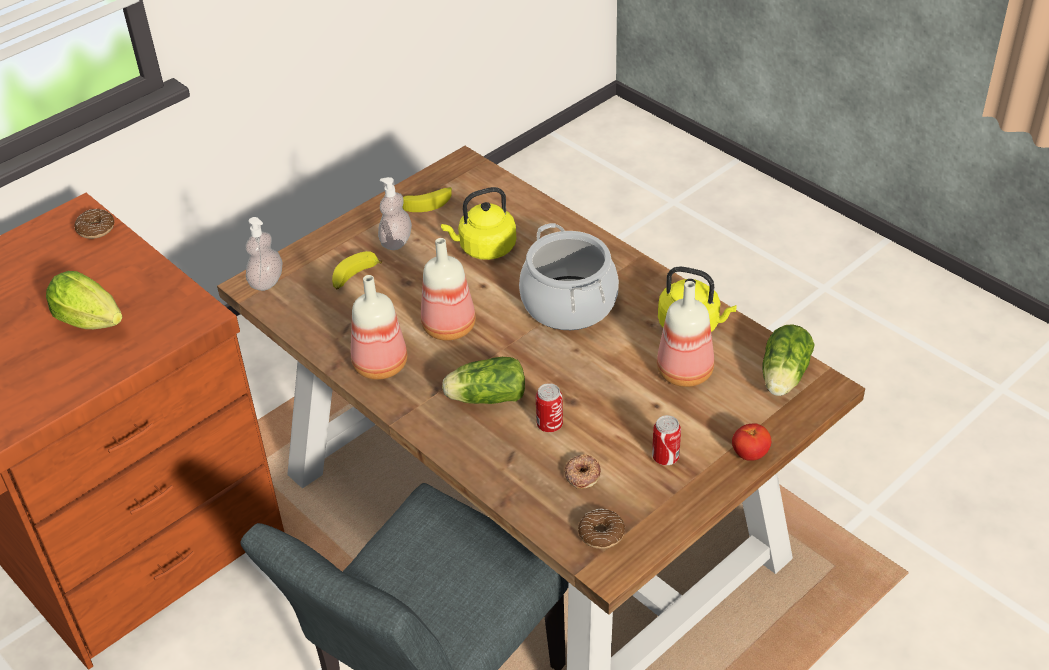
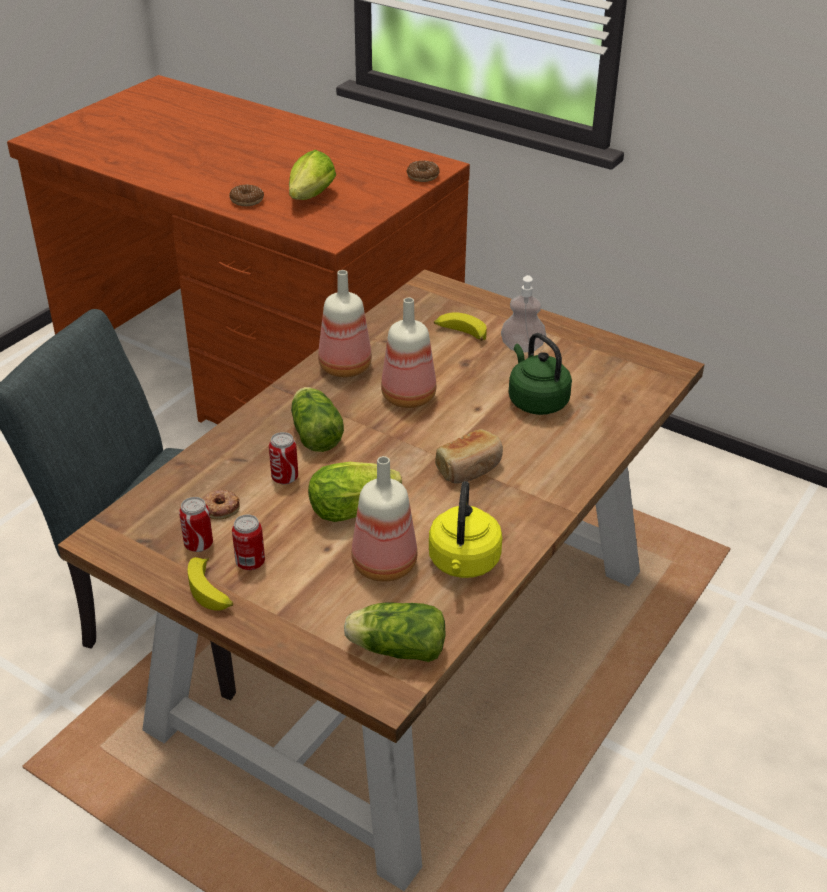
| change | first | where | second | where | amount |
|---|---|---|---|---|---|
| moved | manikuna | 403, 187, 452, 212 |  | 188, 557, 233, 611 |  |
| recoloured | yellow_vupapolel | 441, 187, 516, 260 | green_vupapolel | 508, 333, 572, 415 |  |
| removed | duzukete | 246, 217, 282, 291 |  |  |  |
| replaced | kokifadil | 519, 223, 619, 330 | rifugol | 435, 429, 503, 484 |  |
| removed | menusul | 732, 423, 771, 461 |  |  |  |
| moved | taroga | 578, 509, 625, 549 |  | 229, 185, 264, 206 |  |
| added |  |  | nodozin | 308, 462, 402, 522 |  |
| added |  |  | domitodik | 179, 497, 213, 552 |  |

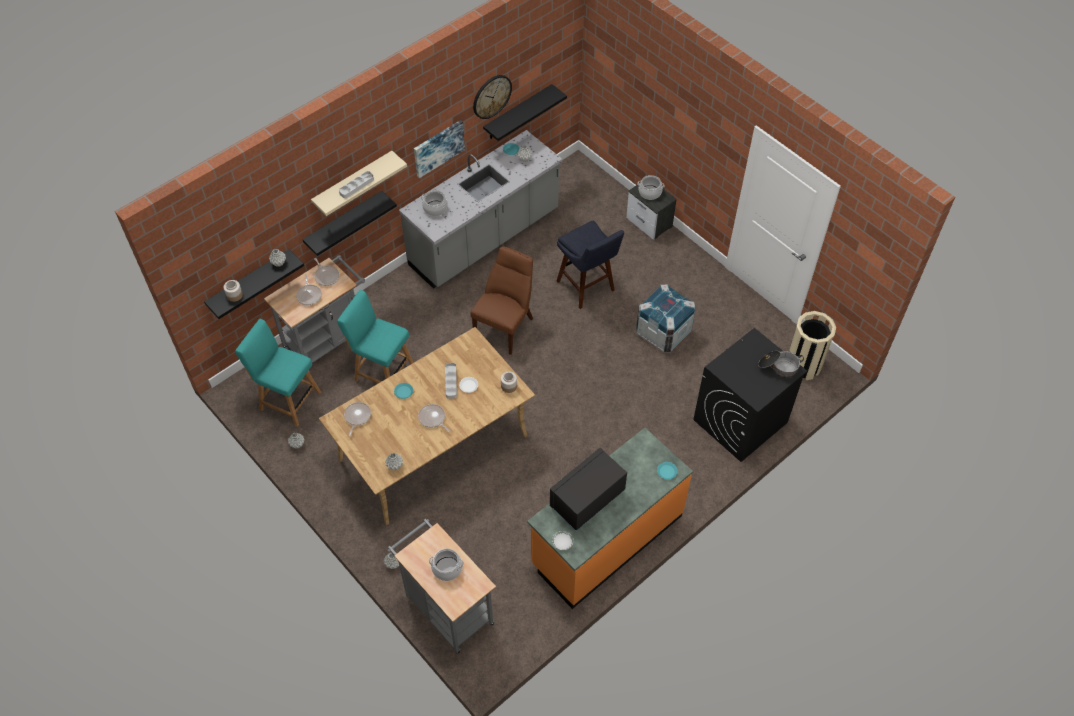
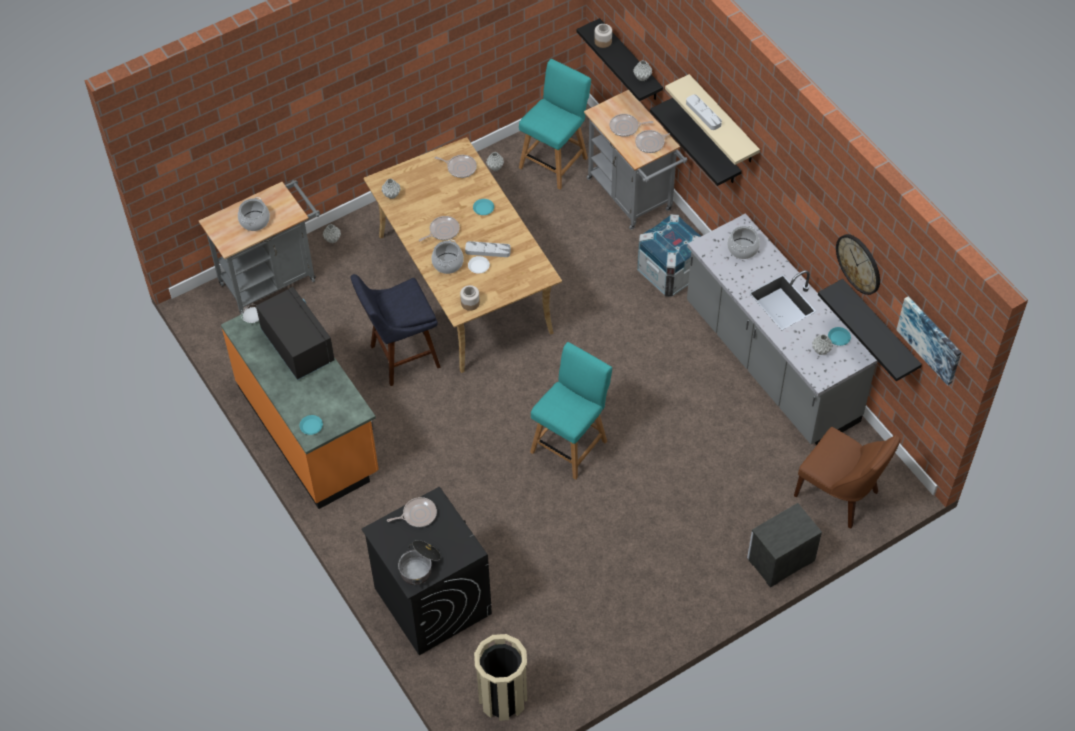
| change | first | where | second | where | amount |
|---|---|---|---|---|---|
| moved | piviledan | 414, 120, 465, 178 |  | 897, 296, 961, 386 |  |
| moved | kokifadil | 638, 175, 664, 200 |  | 431, 240, 464, 274 |  |
| moved | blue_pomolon | 557, 220, 624, 309 |  | 351, 274, 441, 386 |  |
| moved | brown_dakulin | 470, 246, 533, 355 |  | 794, 427, 900, 528 |  |
| moved | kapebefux | 636, 284, 696, 353 |  | 637, 214, 701, 297 |  |
| moved | turquoise_dakulin | 337, 290, 414, 383 |  | 530, 342, 612, 480 |  |
| added |  |  | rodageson | 387, 497, 437, 527 |  |

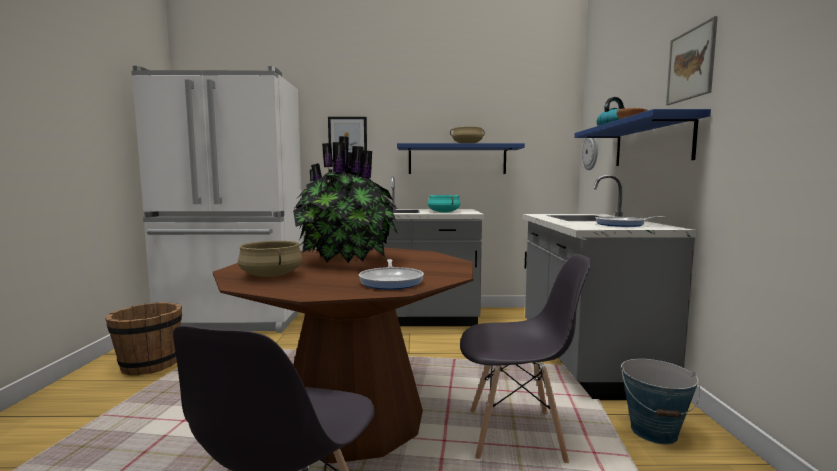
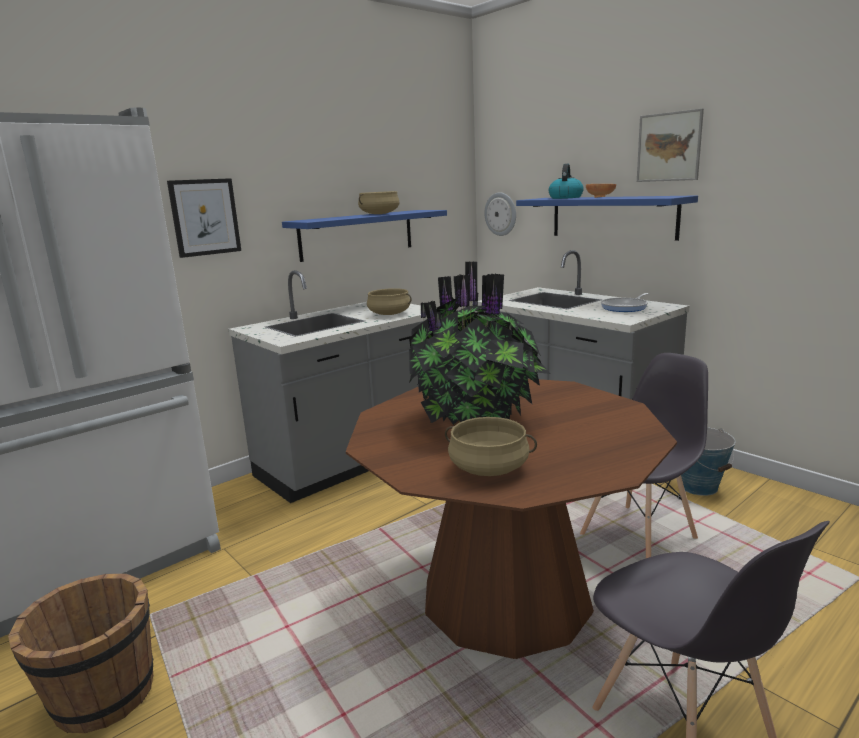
| change | first | where | second | where | amount |
|---|---|---|---|---|---|
| recoloured | turquoise_kokifadil | 428, 195, 460, 212 | beige_kokifadil | 367, 288, 412, 315 |  |
| removed | rodageson | 359, 259, 424, 290 |  |  |  |

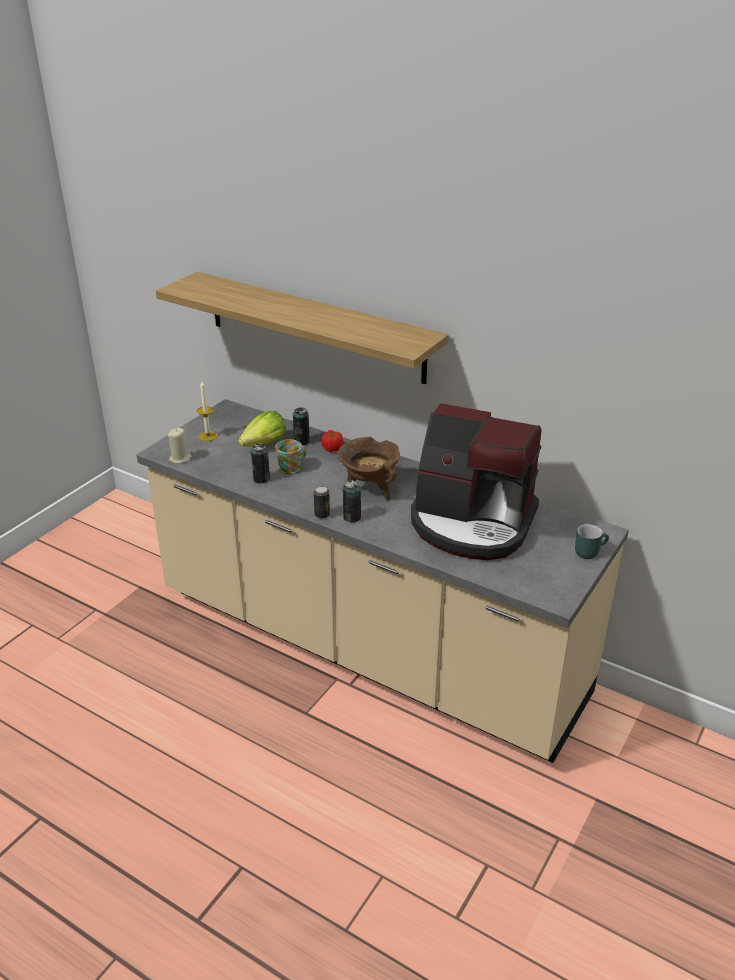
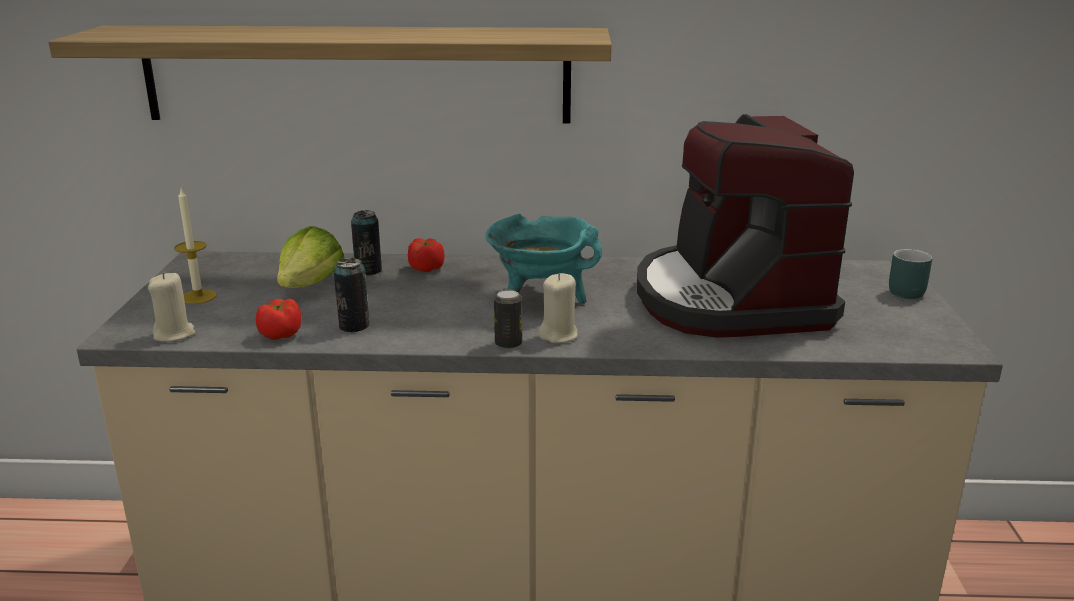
| change | first | where | second | where | amount |
|---|---|---|---|---|---|
| turned | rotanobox | 411, 403, 541, 560 |  | 637, 114, 854, 338 | 90 degrees clockwise |
| recoloured | brown_kokifadil | 337, 437, 400, 501 | turquoise_kokifadil | 486, 214, 602, 304 |  |
| removed | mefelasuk | 275, 439, 307, 474 |  |  |  |
| replaced | domitodik | 343, 480, 361, 522 | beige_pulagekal | 538, 273, 578, 343 |  |
| added |  |  | menusul | 256, 299, 302, 340 |  |

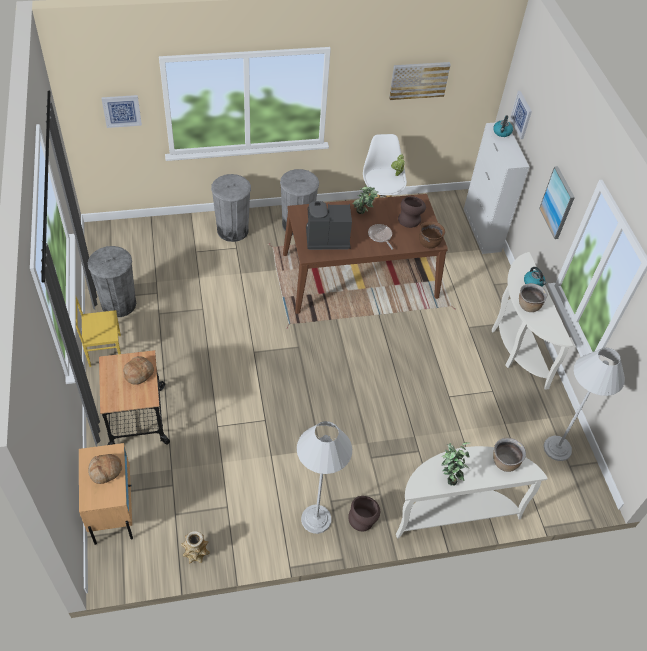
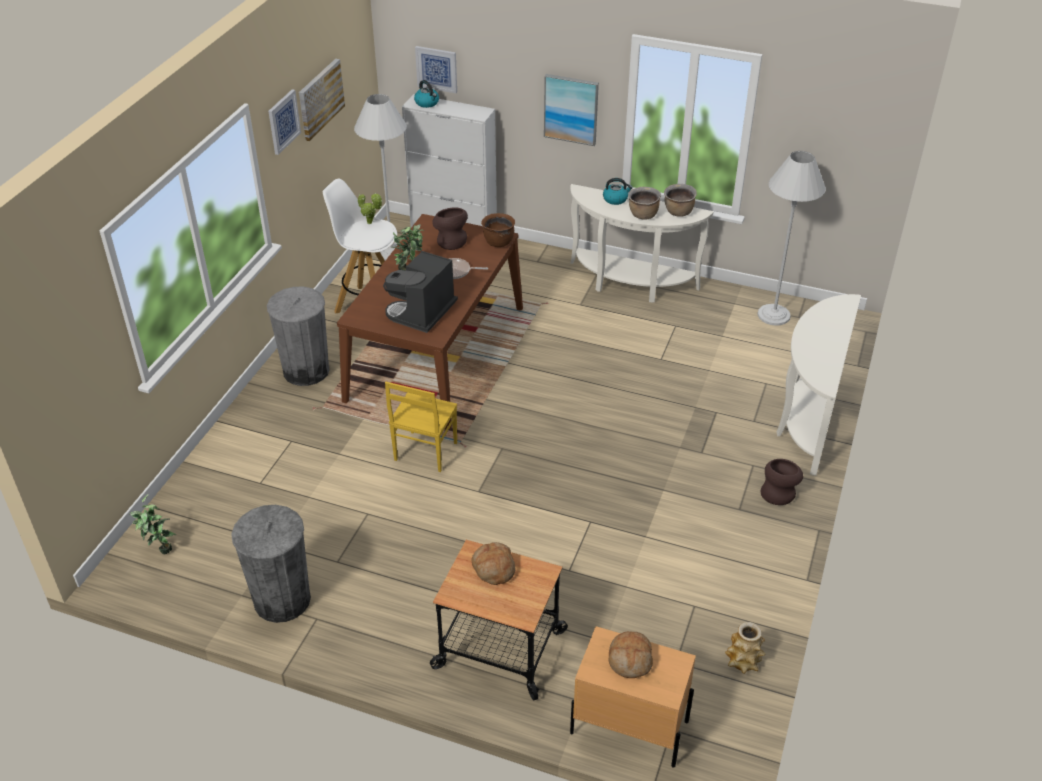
| change | first | where | second | where | amount |
|---|---|---|---|---|---|
| moved | piviledan | 101, 95, 142, 128 |  | 268, 89, 301, 155 |  |
| removed | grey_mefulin | 211, 174, 251, 242 |  |  |  |
| moved | yellow_dakulin | 76, 297, 121, 367 |  | 385, 382, 457, 472 |  |
| moved | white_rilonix | 297, 421, 352, 534 |  | 354, 94, 407, 261 |  |
| moved | brown_kokifadil | 493, 438, 526, 472 |  | 664, 184, 697, 217 |  |
| moved | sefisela | 442, 442, 471, 486 |  | 129, 493, 176, 555 |  |

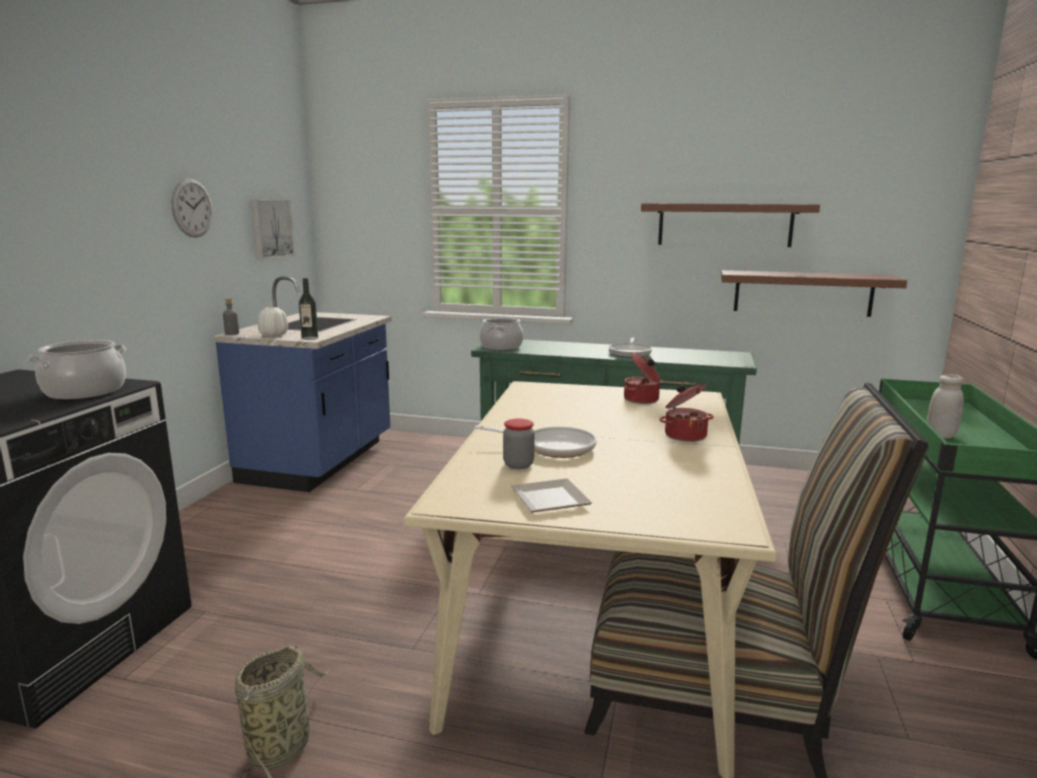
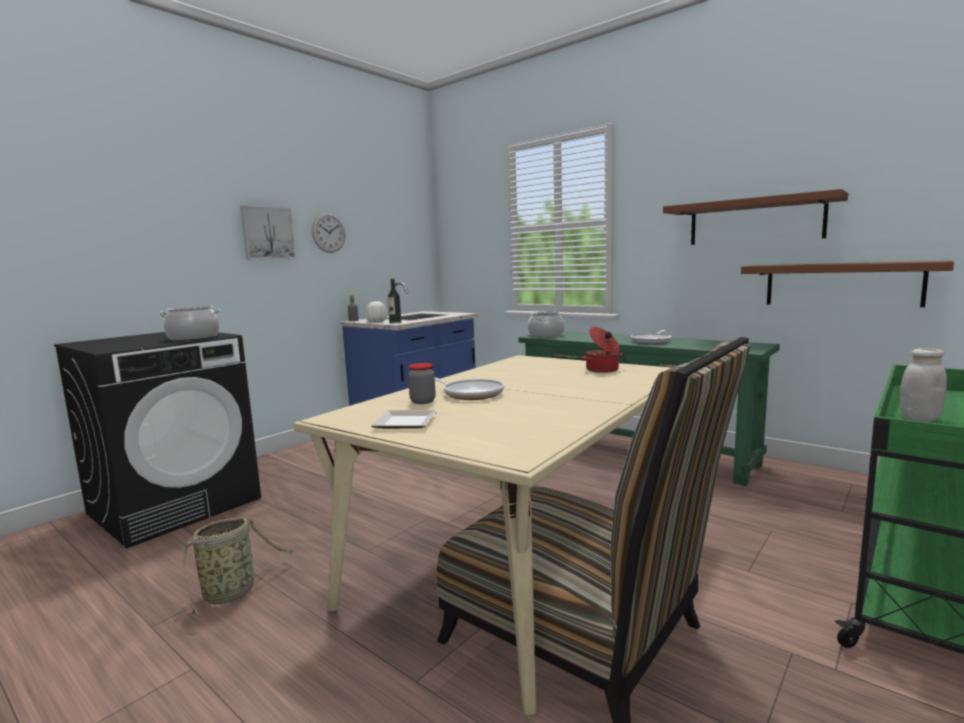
| change | first | where | second | where | amount |
|---|---|---|---|---|---|
| moved | piviledan | 250, 200, 295, 260 |  | 240, 205, 296, 260 |  |
| removed | kokifadil | 659, 384, 714, 442 |  |  |  |

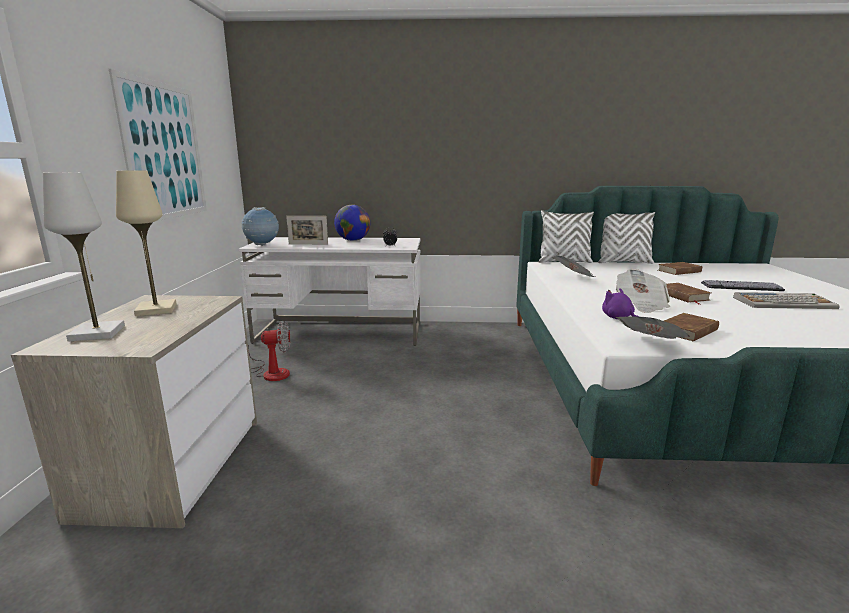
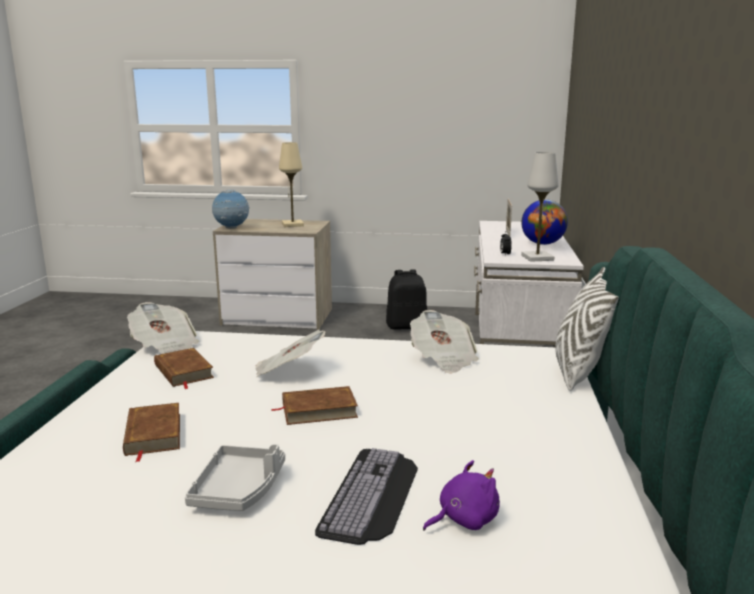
| change | first | where | second | where | amount |
|---|---|---|---|---|---|
| removed | piviledan | 109, 69, 207, 221 |  |  |  |
| moved | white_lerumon | 43, 172, 125, 342 |  | 521, 152, 558, 262 |  |
| moved | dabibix | 242, 207, 279, 246 |  | 212, 189, 250, 229 |  |
| removed | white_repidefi | 598, 212, 655, 264 |  |  |  |
| moved | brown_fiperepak | 658, 262, 702, 275 |  | 123, 403, 180, 462 |  |
| moved | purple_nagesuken | 602, 288, 640, 319 |  | 423, 460, 500, 531 |  |
| replaced | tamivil | 733, 292, 840, 309 | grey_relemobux | 185, 444, 285, 511 |  |
| replaced | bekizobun | 248, 321, 290, 381 | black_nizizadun | 386, 269, 427, 329 |  |

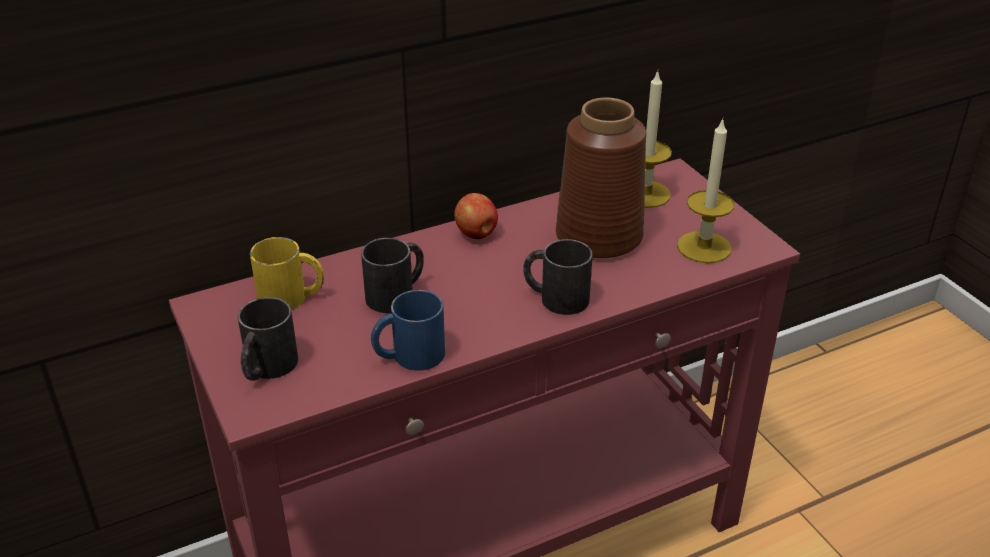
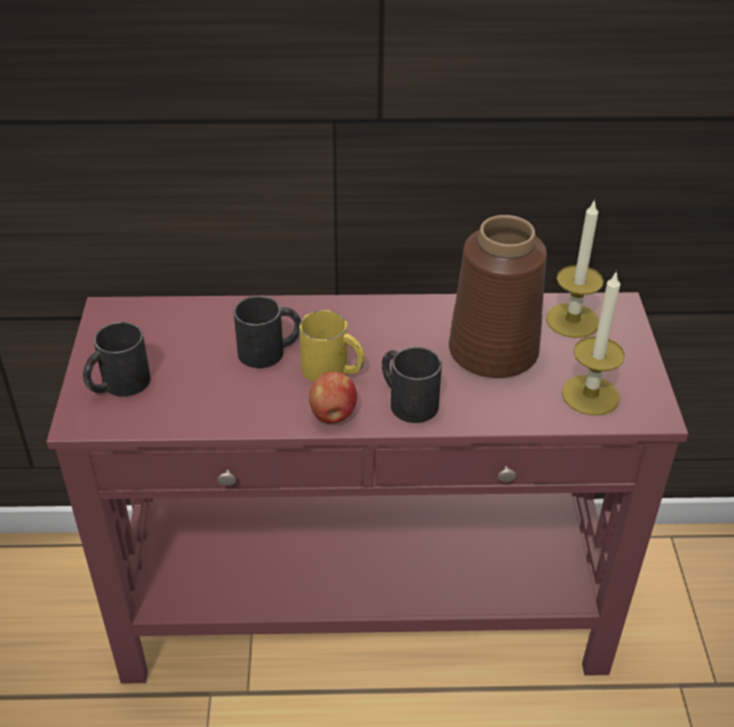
| change | first | where | second | where | amount |
|---|---|---|---|---|---|
| moved | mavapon | 454, 193, 498, 239 |  | 309, 371, 357, 424 |  |
| moved | yellow_mefelasuk | 250, 237, 324, 310 |  | 299, 310, 365, 382 |  |
| removed | blue_mefelasuk | 371, 290, 445, 371 |  |  |  |

